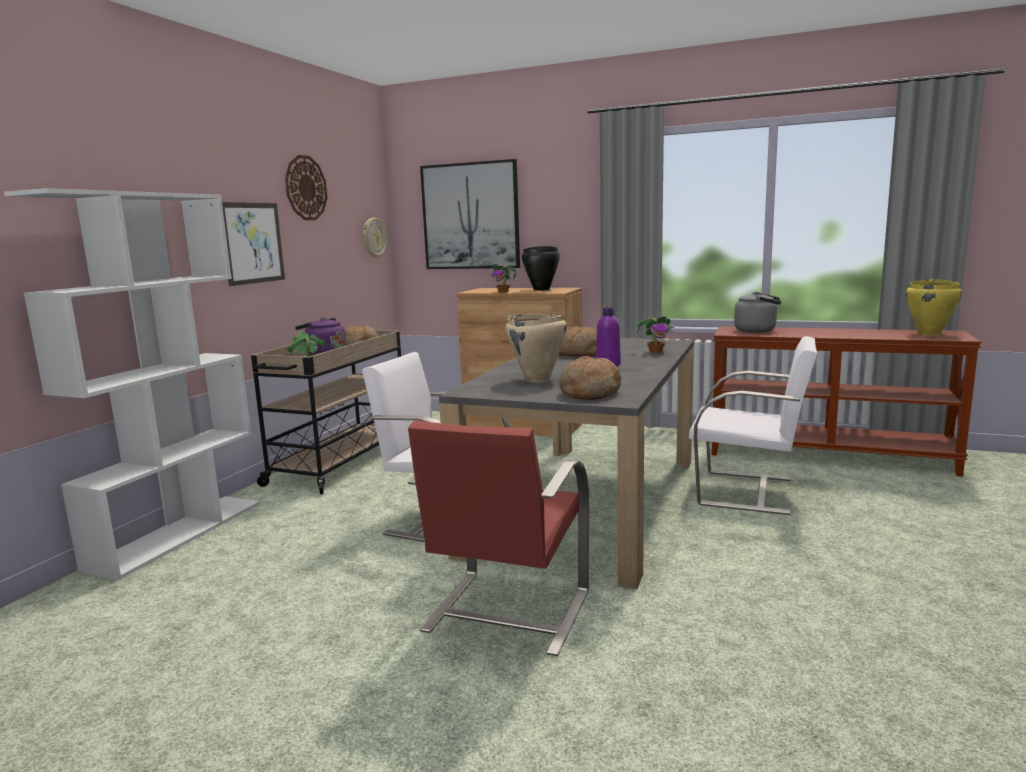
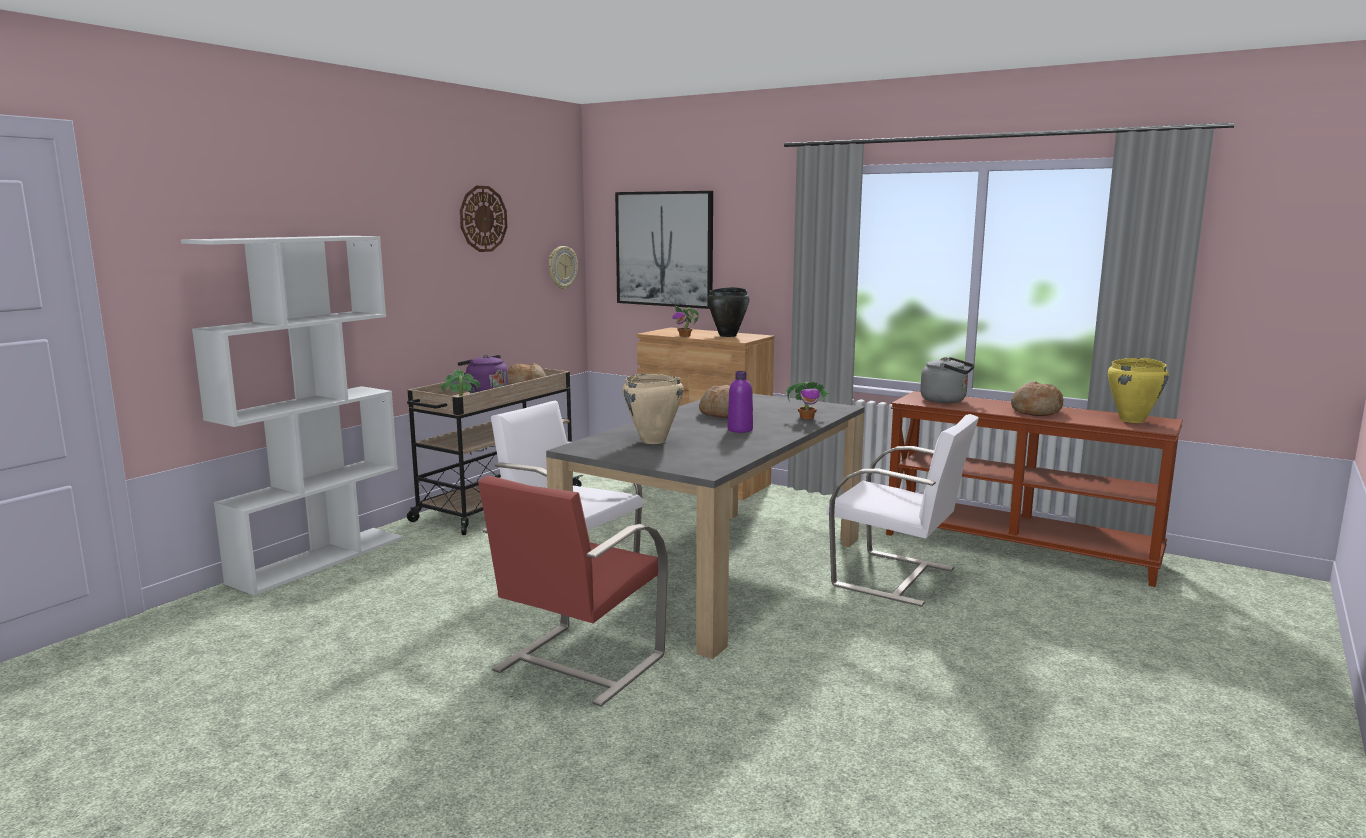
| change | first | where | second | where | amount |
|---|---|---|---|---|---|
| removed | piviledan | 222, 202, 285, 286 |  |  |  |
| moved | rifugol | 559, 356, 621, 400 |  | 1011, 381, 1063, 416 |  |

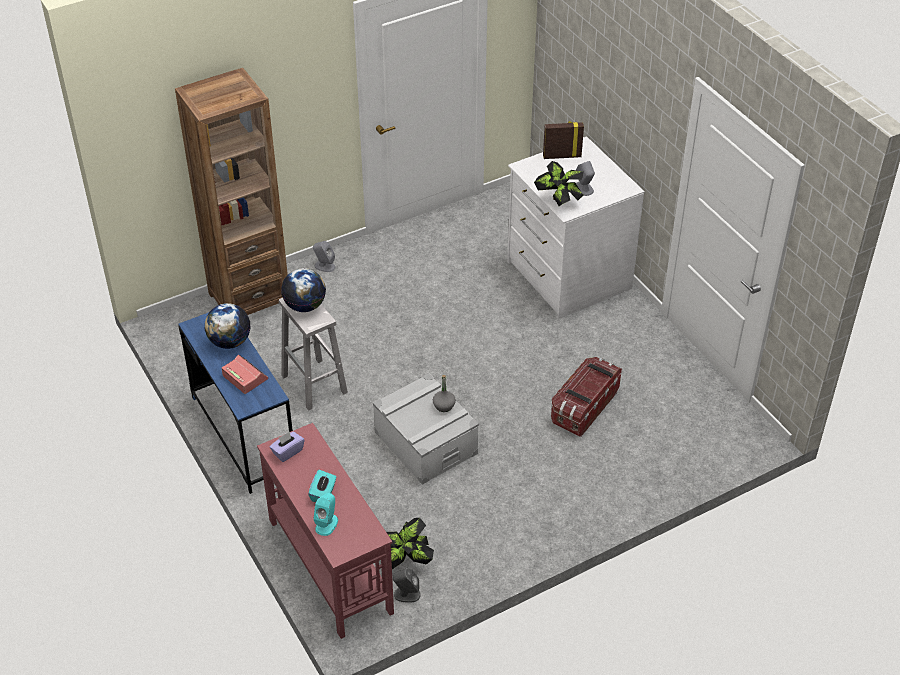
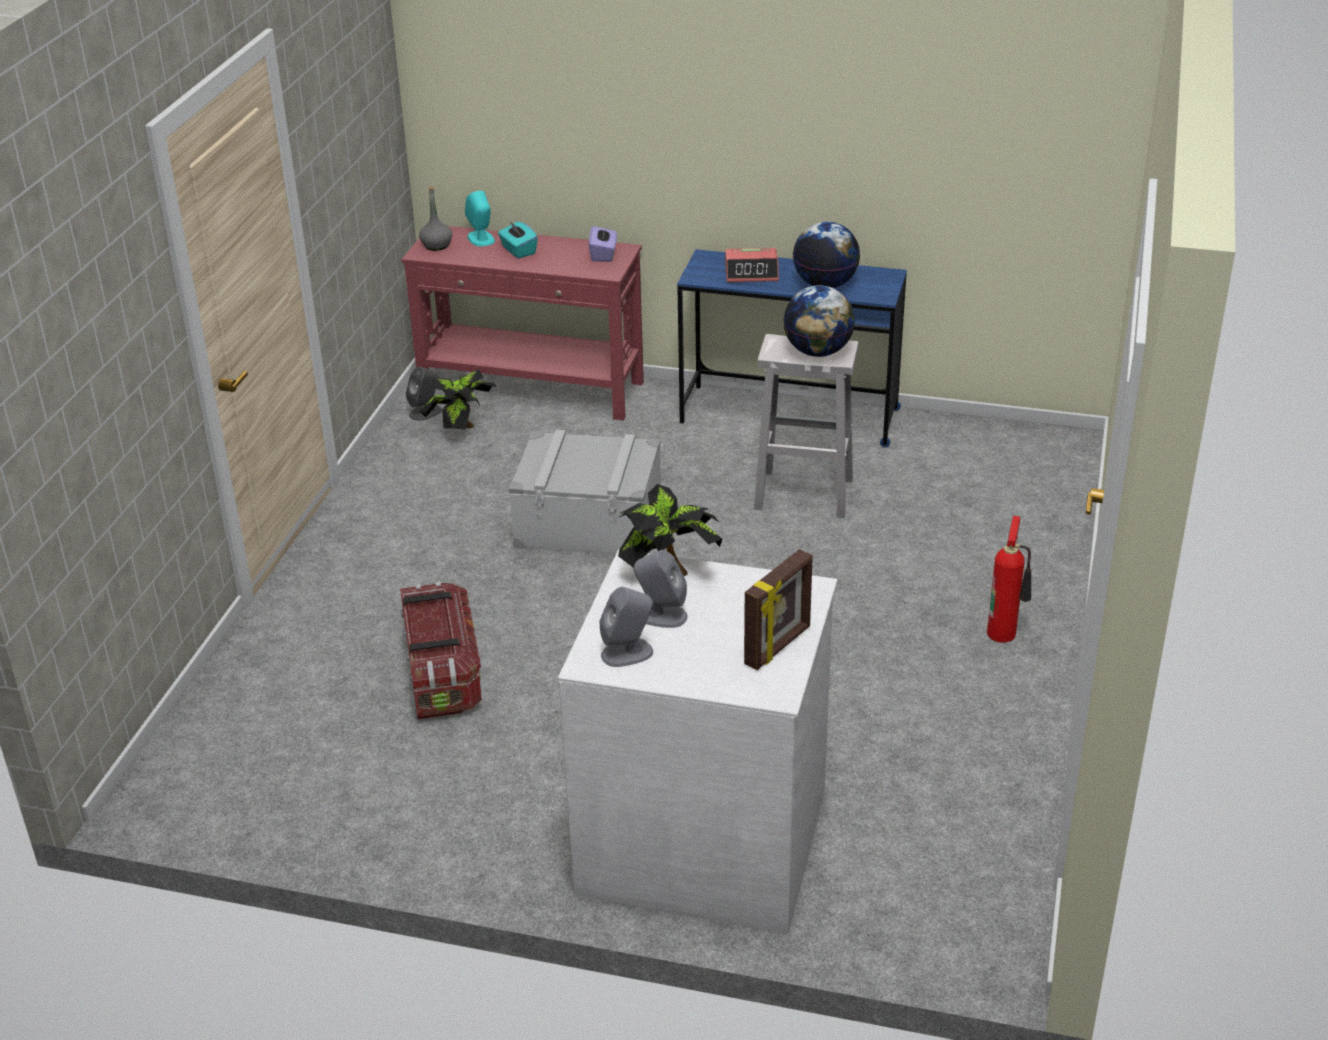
| change | first | where | second | where | amount |
|---|---|---|---|---|---|
| removed | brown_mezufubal | 175, 68, 288, 315 |  |  |  |
| moved | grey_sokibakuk | 313, 241, 335, 272 |  | 600, 587, 653, 667 |  |
| moved | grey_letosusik | 433, 375, 456, 412 |  | 419, 186, 452, 251 |  |
| added |  |  | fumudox | 987, 516, 1031, 643 |  |

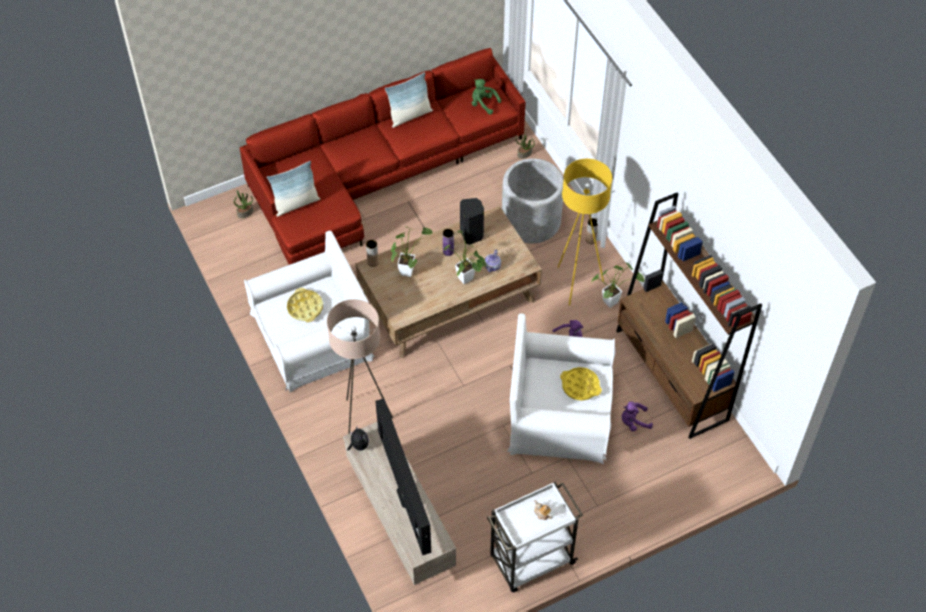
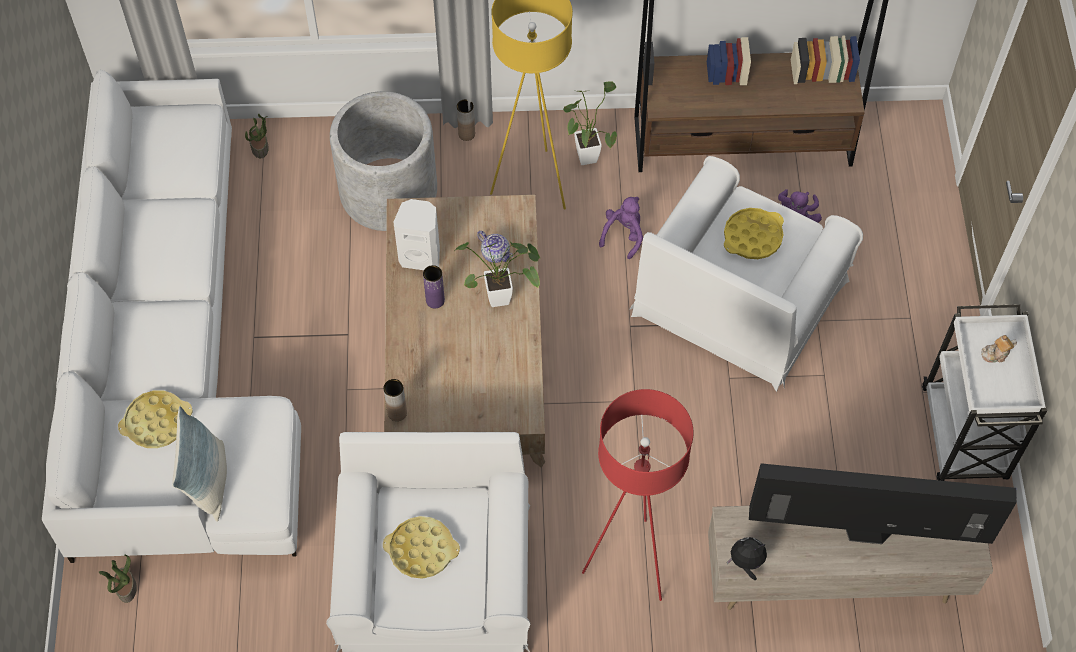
| change | first | where | second | where | amount |
|---|---|---|---|---|---|
| recoloured | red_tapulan | 240, 48, 526, 265 | white_tapulan | 42, 70, 301, 563 |  |
| removed | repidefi | 385, 72, 433, 128 |  |  |  |
| removed | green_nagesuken | 472, 79, 501, 115 |  |  |  |
| recoloured | black_sokibakuk | 460, 198, 484, 245 | white_sokibakuk | 393, 199, 440, 270 |  |
| removed | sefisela | 391, 227, 432, 277 |  |  |  |
| recoloured | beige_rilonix | 327, 299, 393, 434 | red_rilonix | 582, 389, 694, 601 |  |
| added |  |  | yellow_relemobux | 118, 390, 193, 448 |  |

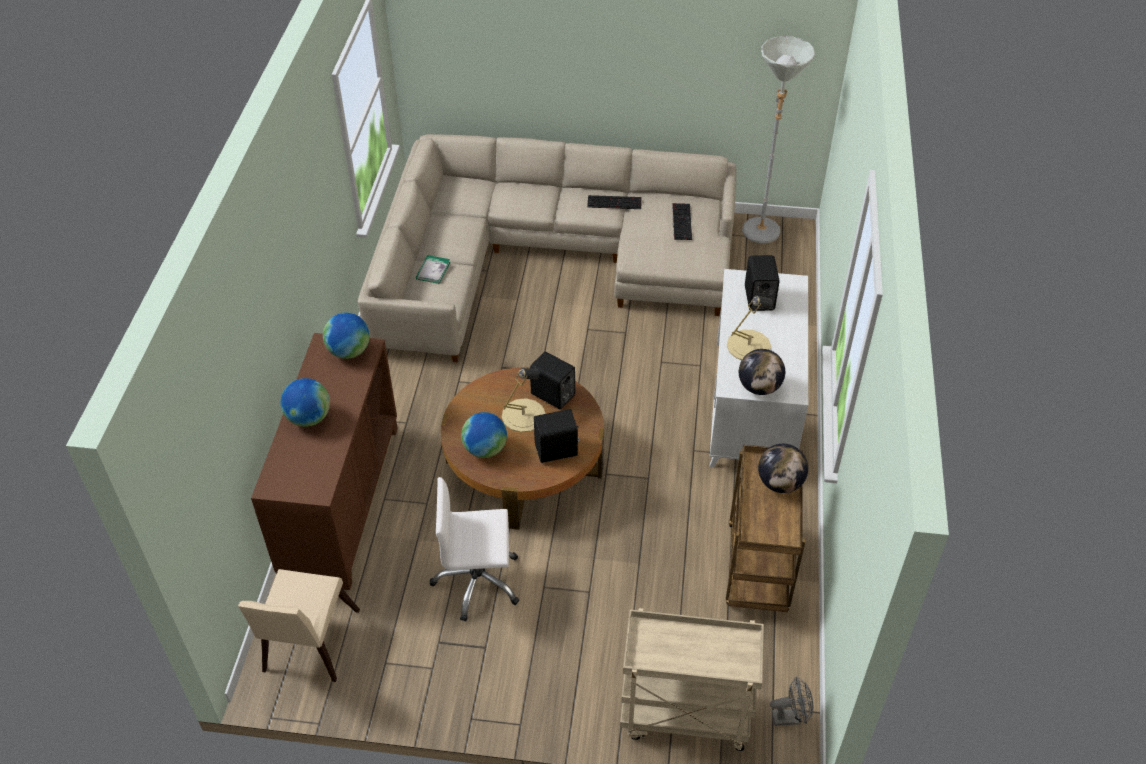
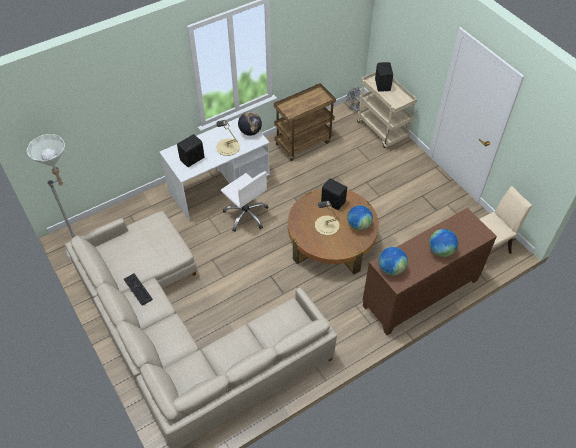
| change | first | where | second | where | amount |
|---|---|---|---|---|---|
| removed | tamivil | 672, 203, 692, 240 |  |  |  |
| removed | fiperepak | 416, 255, 450, 284 |  |  |  |
| moved | black_sokibakuk | 530, 352, 575, 409 |  | 375, 62, 393, 92 |  |
| removed | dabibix | 758, 444, 808, 493 |  |  |  |
| moved | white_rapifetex | 430, 477, 519, 621 |  | 221, 171, 269, 232 |  |

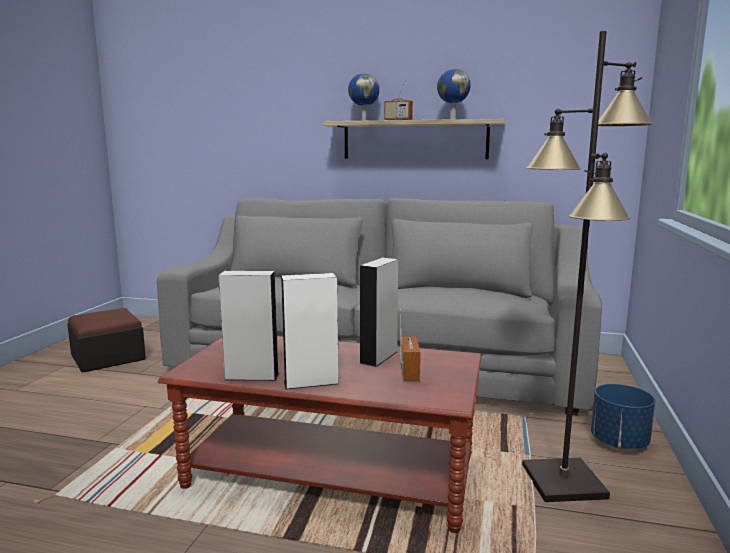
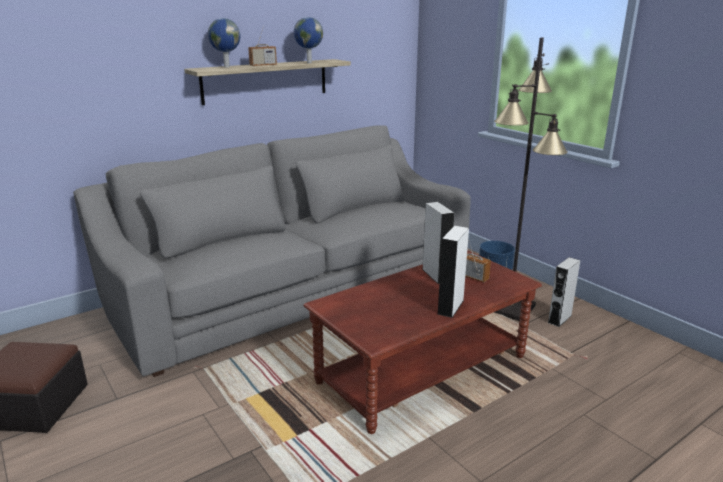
| change | first | where | second | where | amount |
|---|---|---|---|---|---|
| moved | grey_sokibakuk | 219, 271, 279, 381 |  | 548, 257, 580, 327 |  |

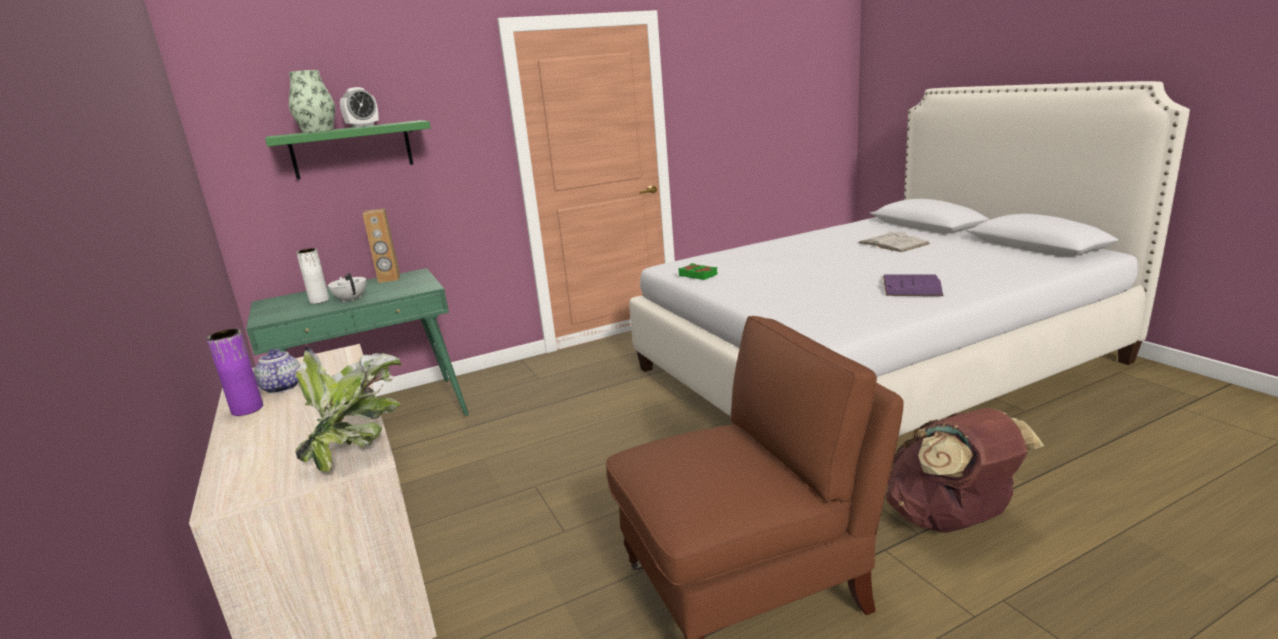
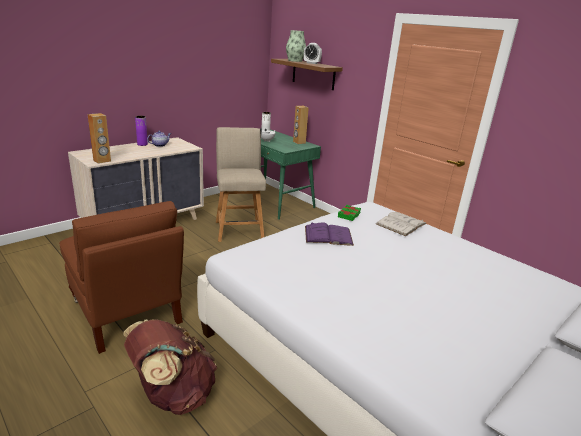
| change | first | where | second | where | amount |
|---|---|---|---|---|---|
| recoloured | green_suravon | 265, 120, 431, 180 | brown_suravon | 271, 59, 343, 90 |  |
| moved | white_fiperepak | 858, 231, 930, 252 |  | 376, 212, 427, 236 |  |
| moved | purple_fiperepak | 883, 274, 944, 296 |  | 305, 222, 354, 246 |  |
| replaced | sefisela | 295, 347, 402, 472 | brown_sokibakuk | 87, 113, 111, 164 |  |
| added |  |  | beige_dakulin | 216, 127, 266, 242 |  |

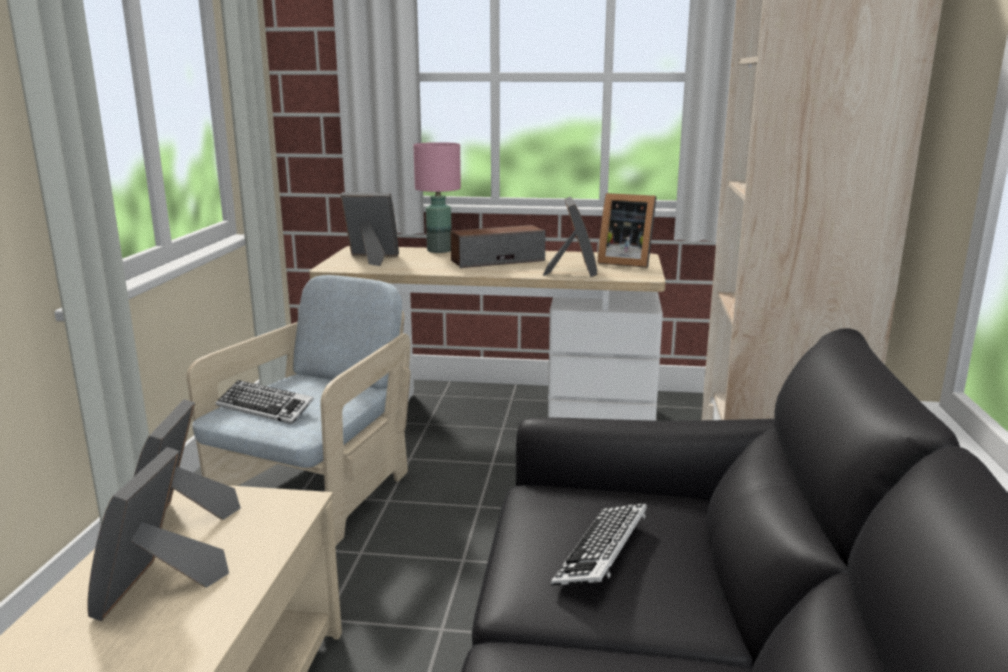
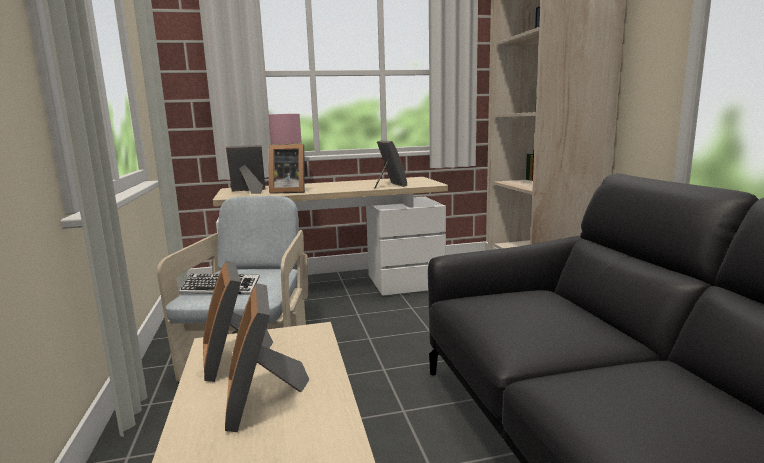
| change | first | where | second | where | amount |
|---|---|---|---|---|---|
| moved | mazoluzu | 597, 193, 656, 268 |  | 269, 144, 305, 194 |  |
| removed | sokibakuk | 451, 225, 545, 268 |  |  |  |
| removed | tamivil | 551, 503, 647, 586 |  |  |  |

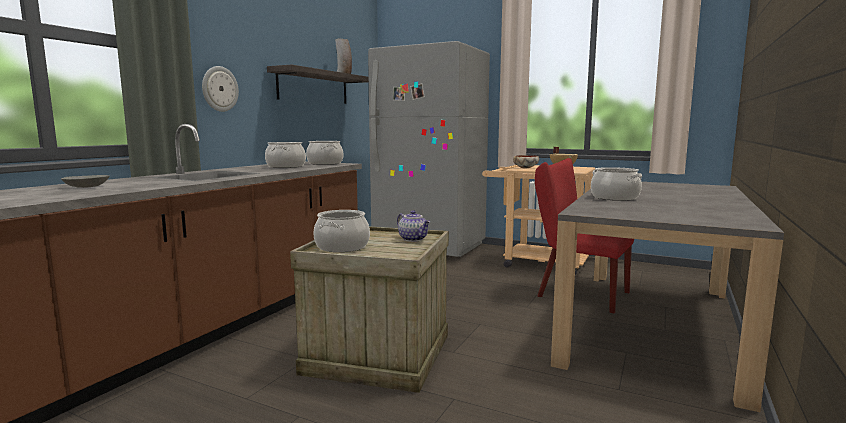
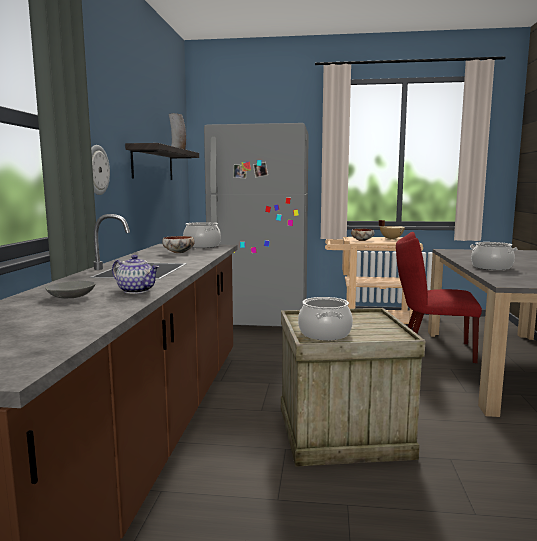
| change | first | where | second | where | amount |
|---|---|---|---|---|---|
| replaced | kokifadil | 265, 142, 306, 168 | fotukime | 162, 236, 194, 253 |  |
| moved | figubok | 397, 210, 430, 242 |  | 112, 255, 159, 294 |  |

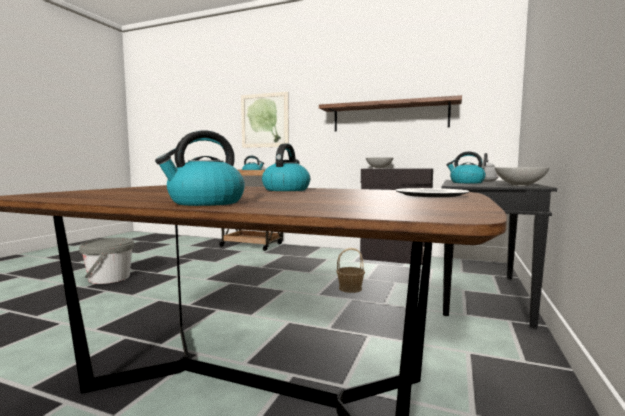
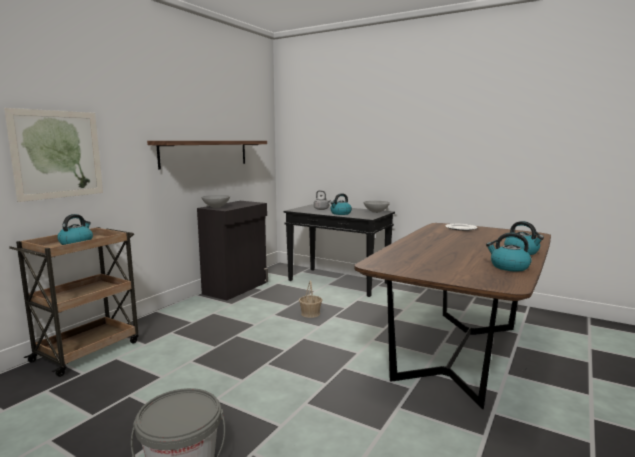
| change | first | where | second | where | amount |
|---|---|---|---|---|---|
| moved | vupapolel | 262, 144, 310, 191 |  | 486, 232, 532, 271 |  |

